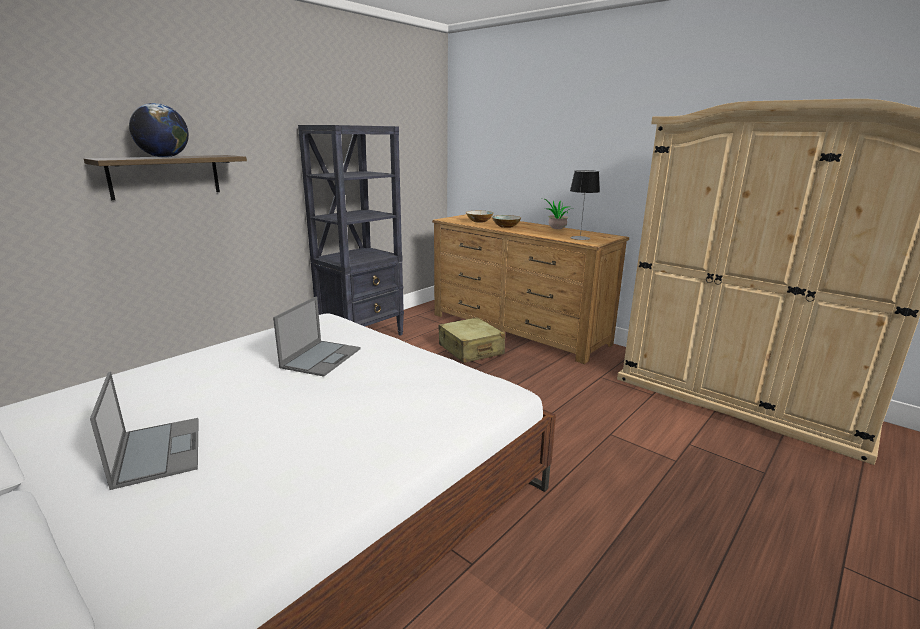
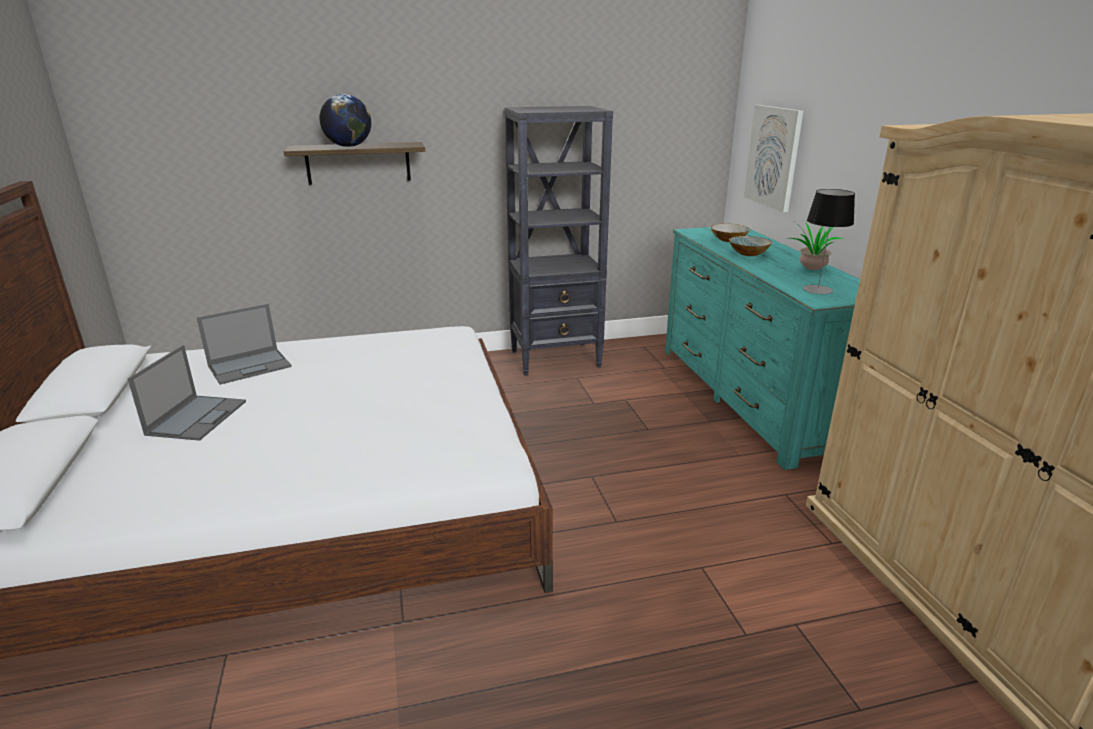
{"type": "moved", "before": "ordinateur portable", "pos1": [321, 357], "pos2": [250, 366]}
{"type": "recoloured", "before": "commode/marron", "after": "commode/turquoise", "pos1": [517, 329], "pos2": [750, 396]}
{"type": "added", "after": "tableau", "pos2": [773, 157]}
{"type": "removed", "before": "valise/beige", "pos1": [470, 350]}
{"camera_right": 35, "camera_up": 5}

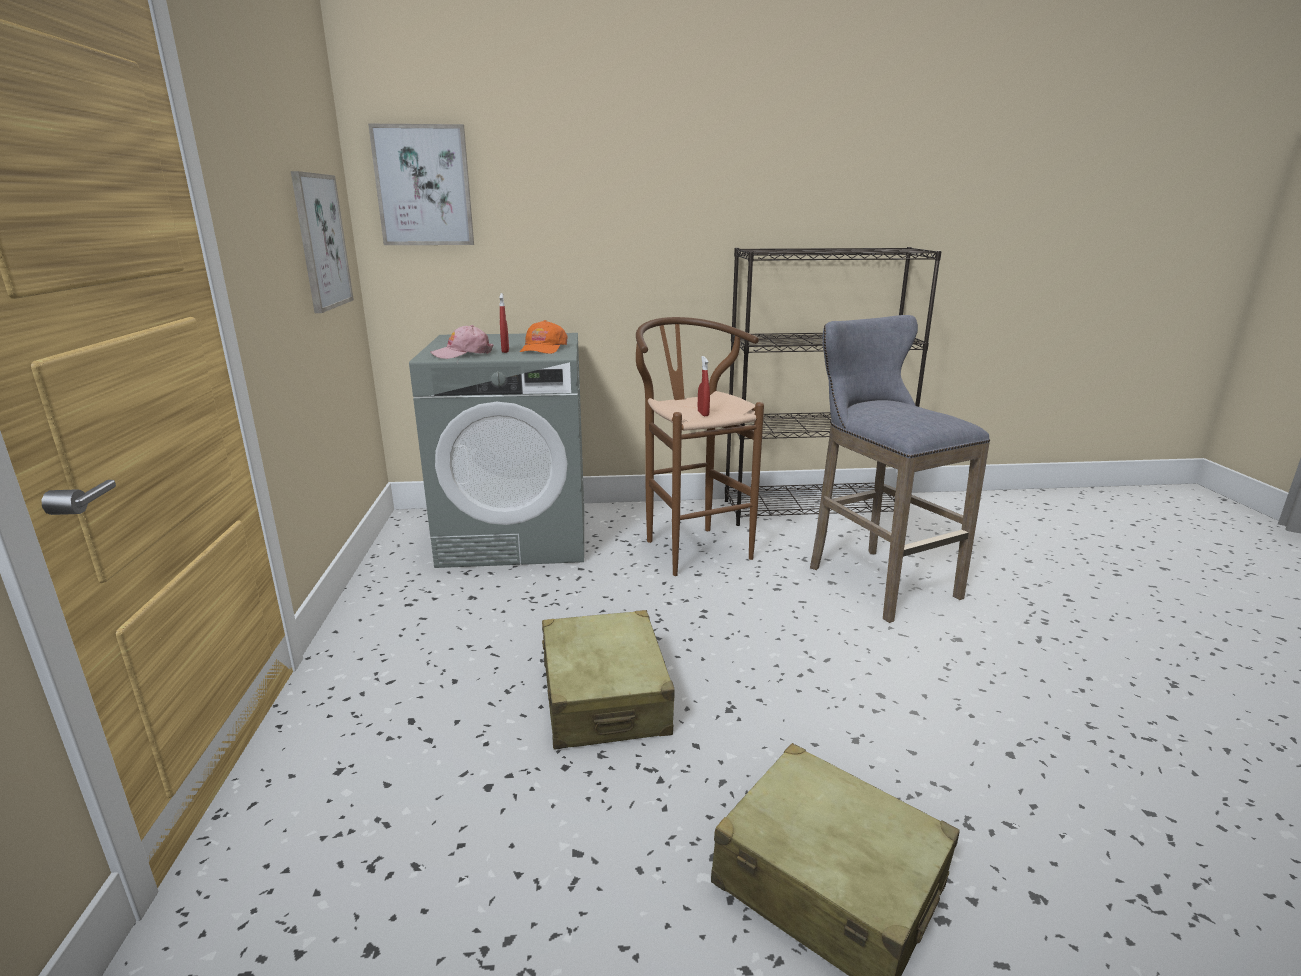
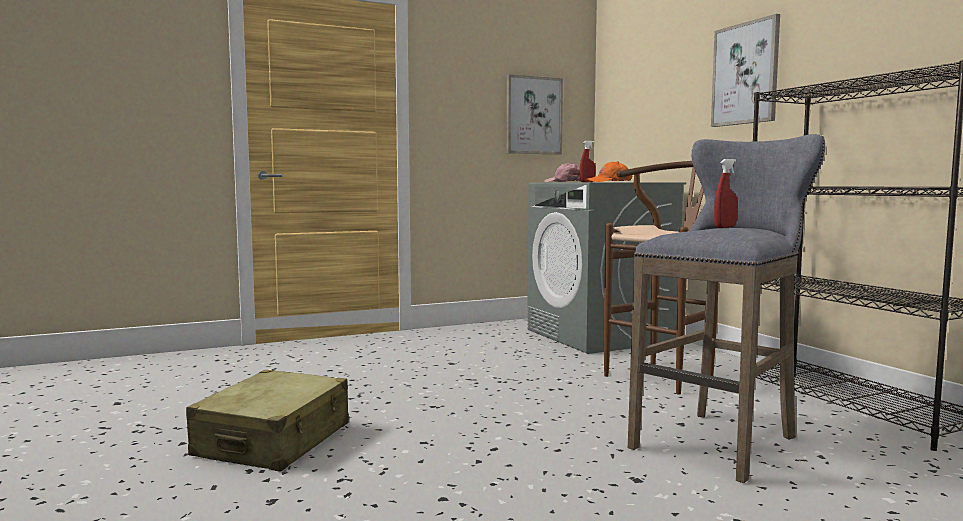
{"type": "moved", "before": "tableau", "pos1": [423, 186], "pos2": [745, 74]}
{"type": "moved", "before": "vaporisateur/rouge", "pos1": [703, 414], "pos2": [725, 227]}
{"type": "removed", "before": "valise/beige", "pos1": [604, 698]}
{"camera_right": 70, "camera_up": -15}

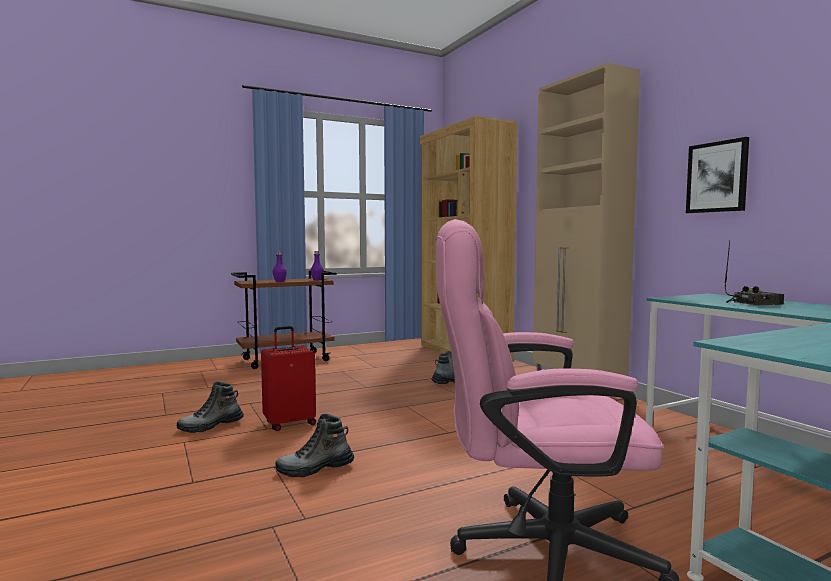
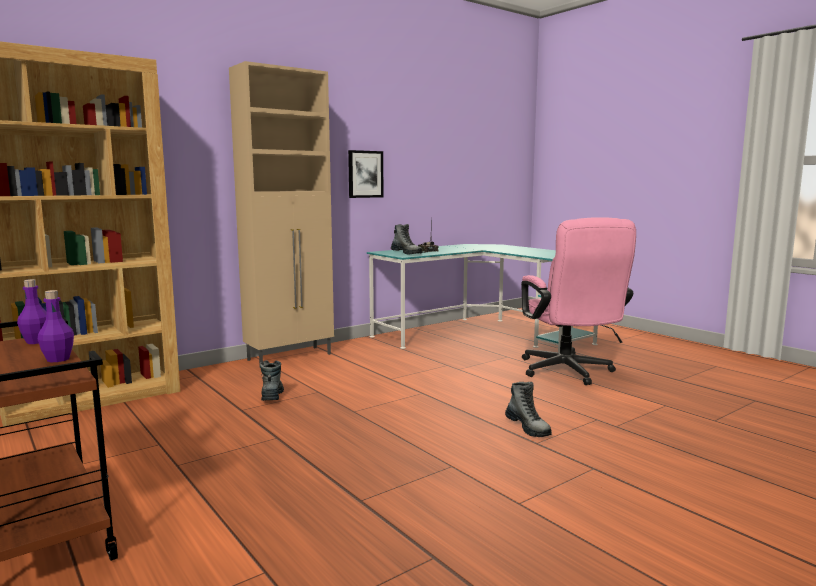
{"type": "moved", "before": "botte", "pos1": [211, 426], "pos2": [406, 253]}
{"type": "removed", "before": "valise/rouge", "pos1": [289, 423]}
{"camera_right": -100, "camera_up": 5}

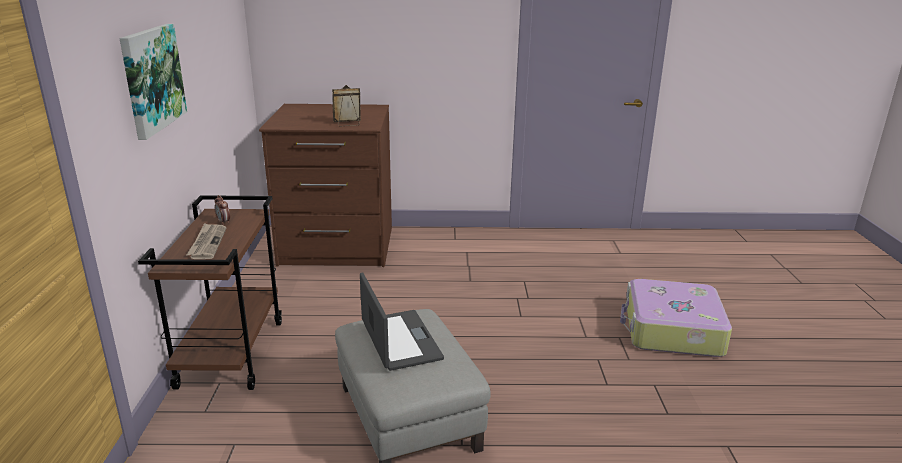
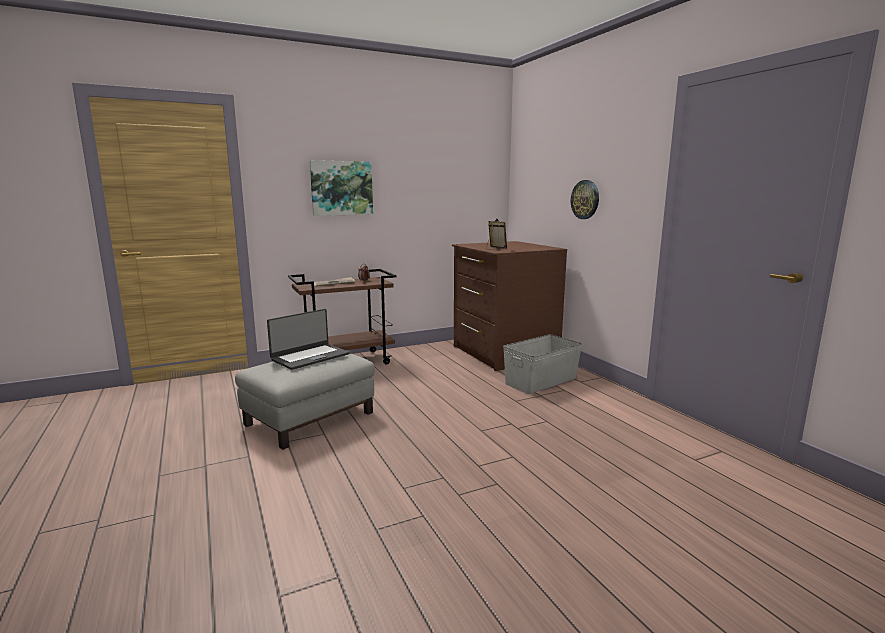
{"type": "added", "after": "boîte de rangement/gris", "pos2": [541, 381]}
{"type": "added", "after": "horloge murale", "pos2": [585, 199]}
{"type": "removed", "before": "valise", "pos1": [671, 330]}
{"camera_right": 65, "camera_up": -10}

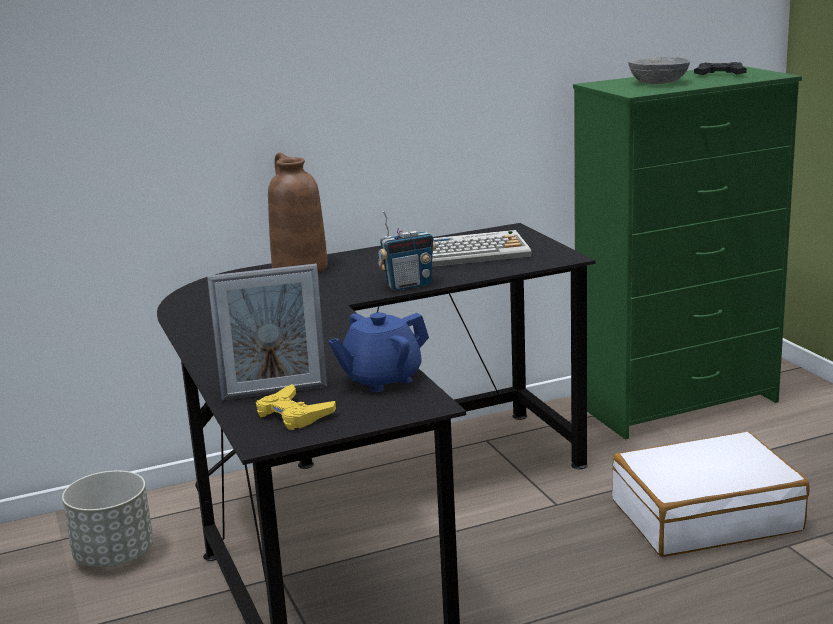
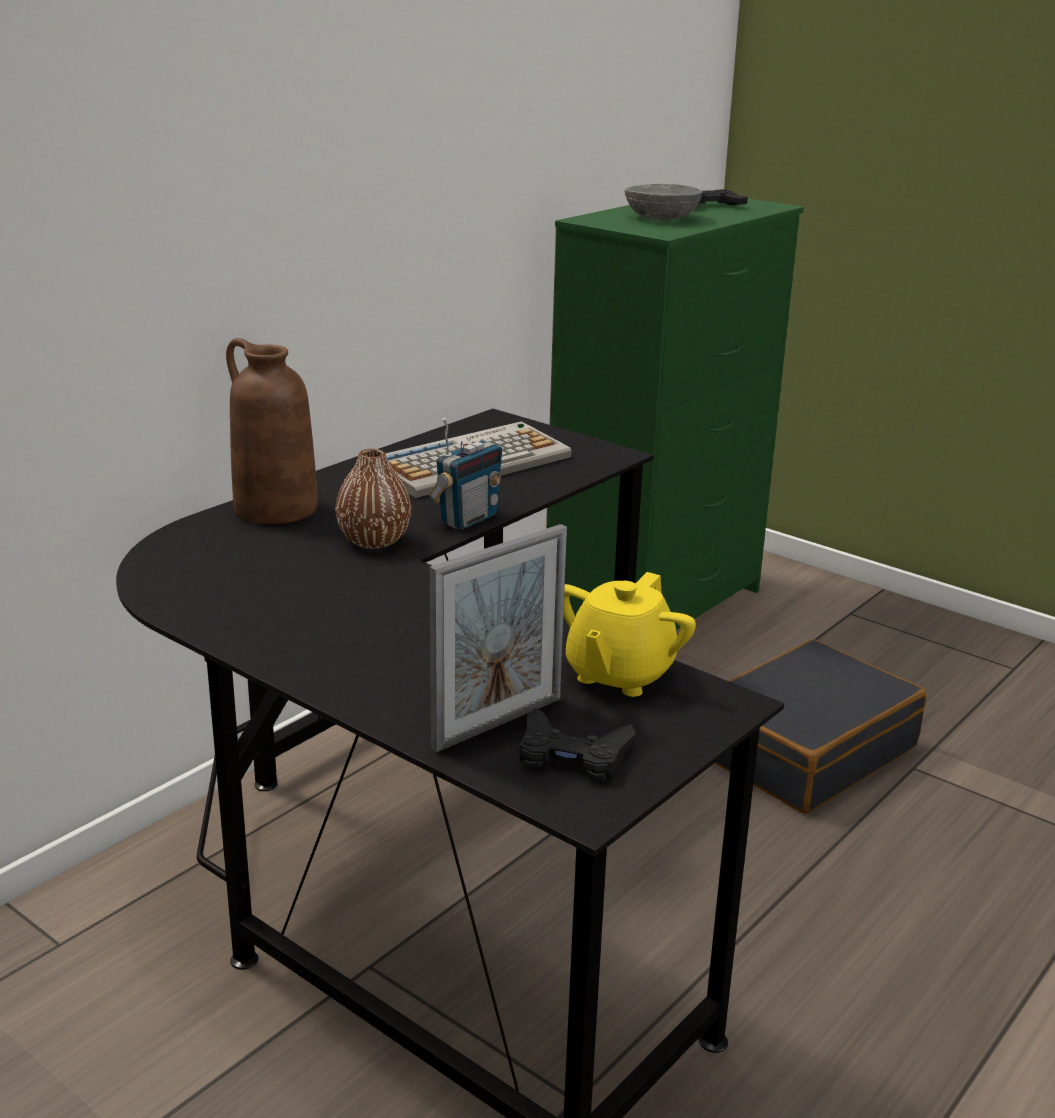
{"type": "added", "after": "vase/marron", "pos2": [374, 540]}
{"type": "recoloured", "before": "manette/jaune", "after": "manette/noir", "pos1": [293, 414], "pos2": [572, 755]}
{"type": "recoloured", "before": "théière/bleu", "after": "théière/jaune", "pos1": [381, 379], "pos2": [619, 674]}
{"type": "recoloured", "before": "valise/blanc", "after": "valise/noir", "pos1": [705, 515], "pos2": [804, 749]}
{"type": "removed", "before": "cache-pot/gris", "pos1": [114, 556]}
{"camera_right": -30, "camera_up": 5}

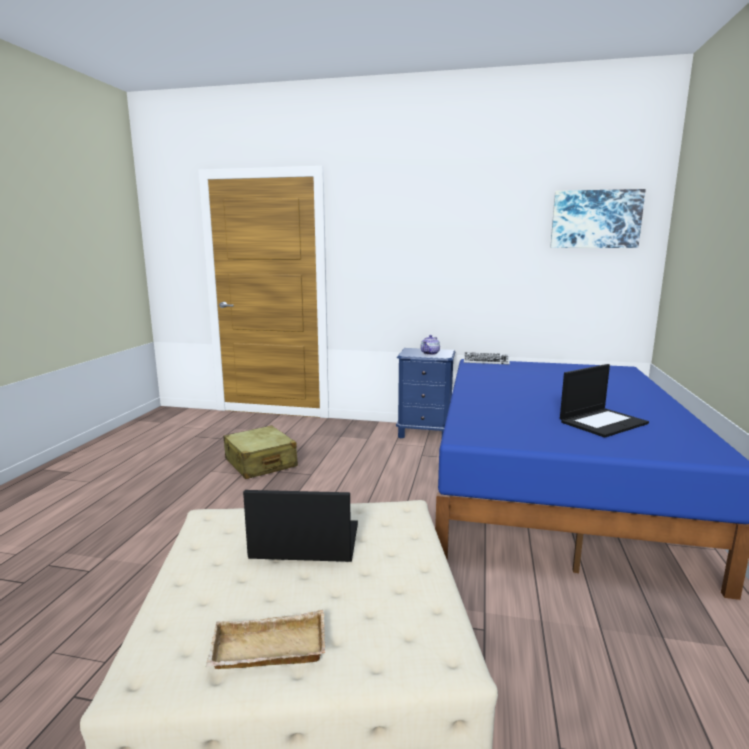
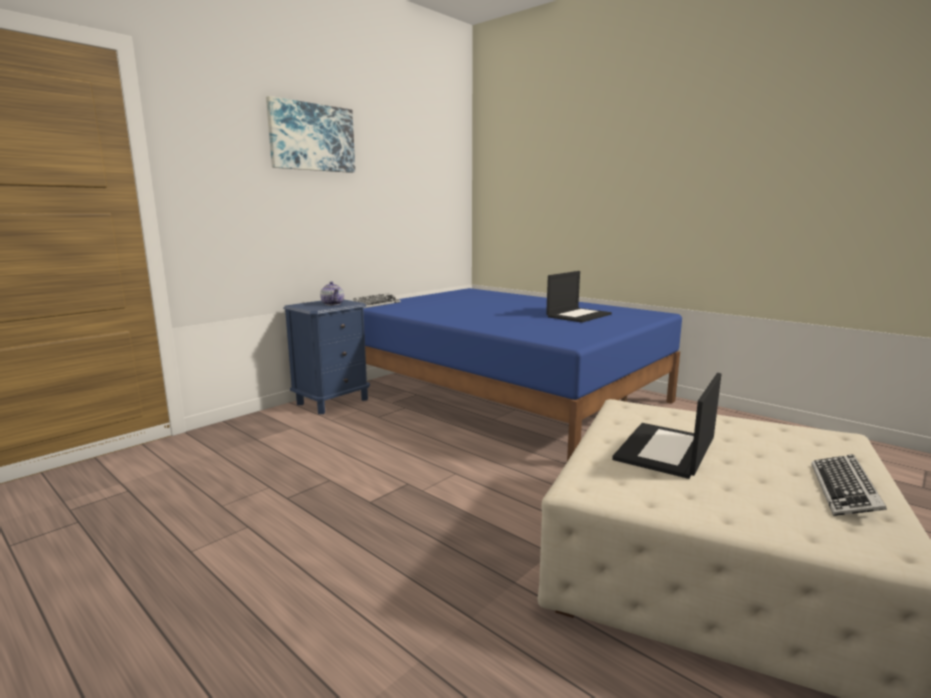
{"type": "moved", "before": "tableau", "pos1": [595, 219], "pos2": [311, 137]}
{"type": "turned", "before": "ordinateur portable", "pos1": [603, 422], "pos2": [578, 315], "turn": 45}
{"type": "replaced", "before": "plateau/beige", "after": "clavier", "pos1": [267, 652], "pos2": [844, 491]}
{"type": "removed", "before": "valise/beige", "pos1": [260, 463]}
{"camera_right": -60, "camera_up": 0}

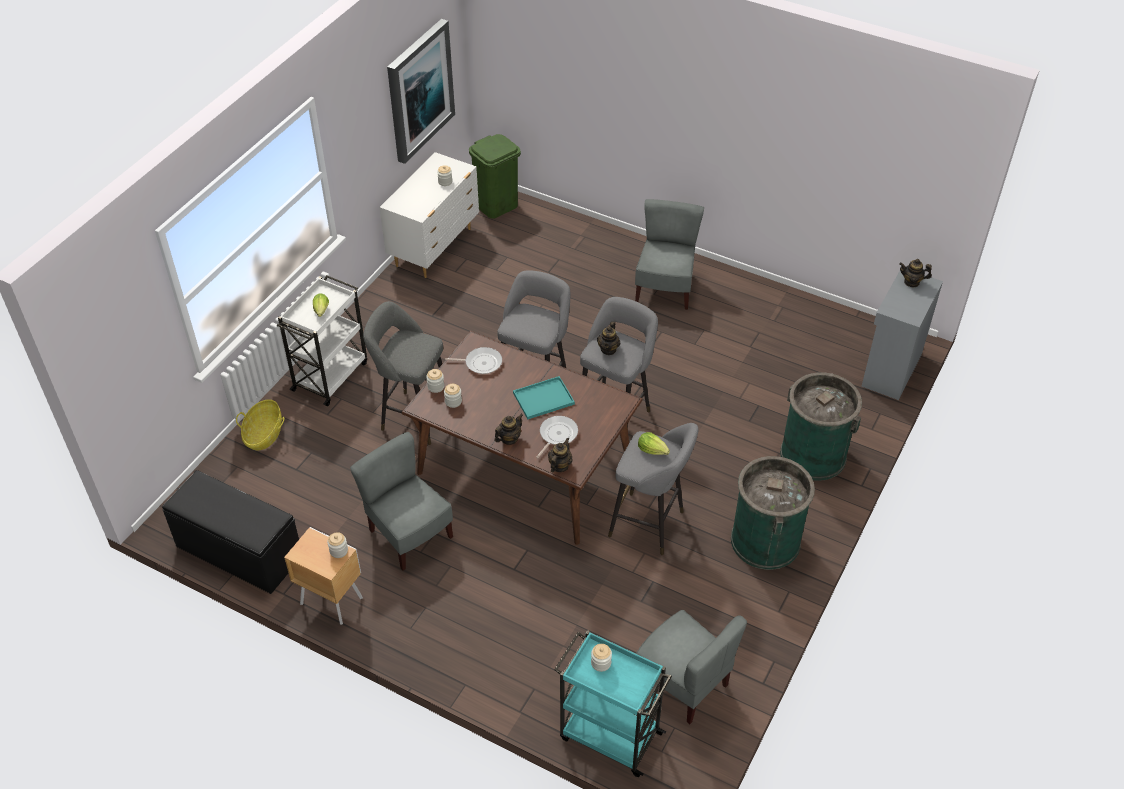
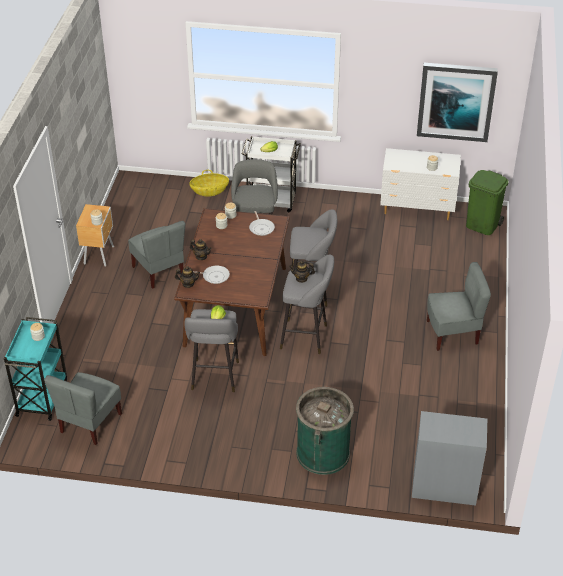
{"type": "turned", "before": "chaise/gris", "pos1": [409, 535], "pos2": [159, 271], "turn": 120}
{"type": "removed", "before": "banc/noir", "pos1": [238, 551]}
{"type": "removed", "before": "plateau/turquoise", "pos1": [542, 399]}
{"type": "removed", "before": "poubelle/vert", "pos1": [765, 541]}
{"type": "removed", "before": "théière", "pos1": [911, 282]}
{"camera_right": 70, "camera_up": -5}

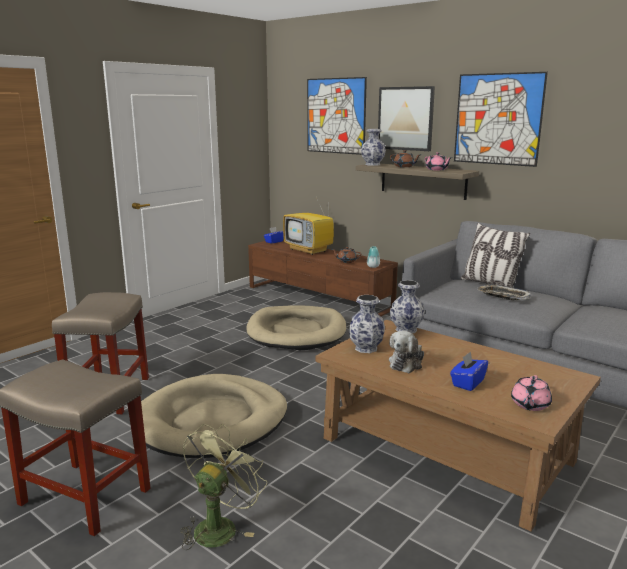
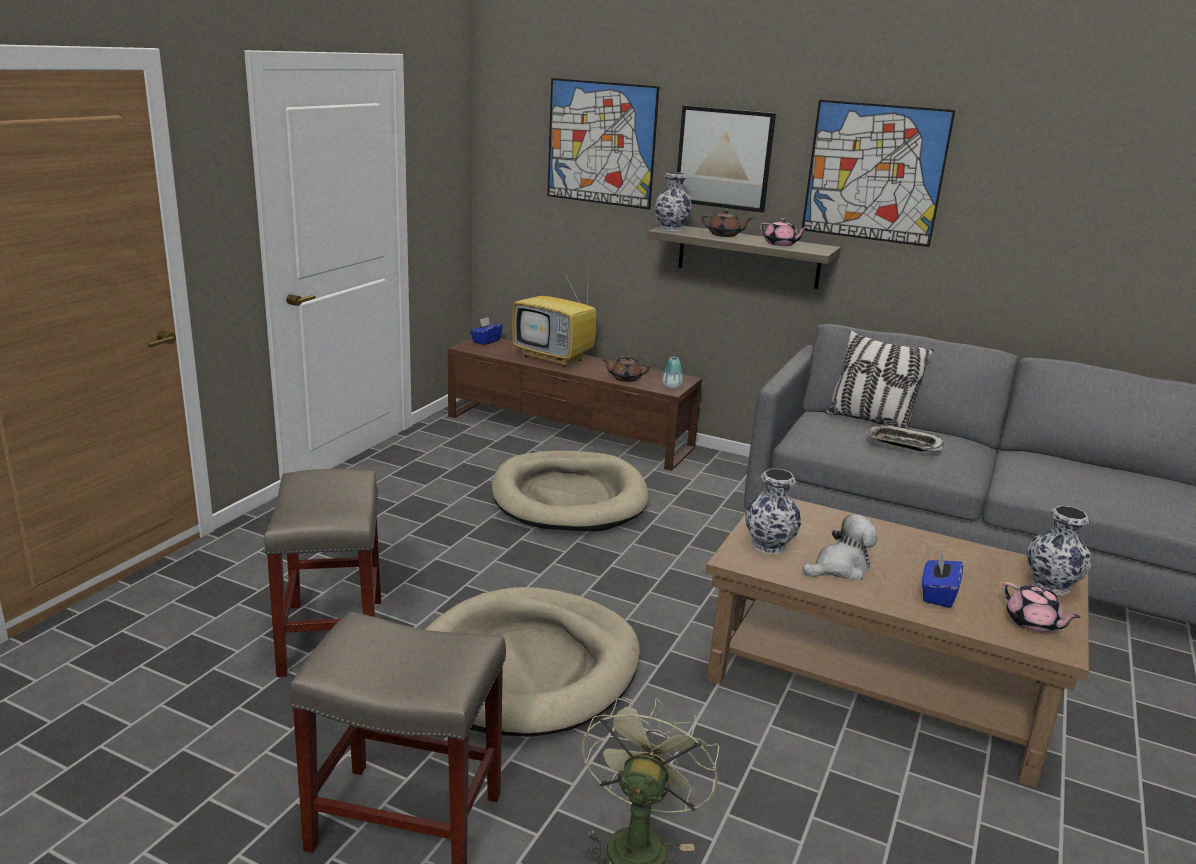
{"type": "turned", "before": "peluche", "pos1": [406, 363], "pos2": [840, 568], "turn": -135}
{"type": "turned", "before": "théière/rose", "pos1": [530, 405], "pos2": [1032, 623], "turn": -45}
{"type": "moved", "before": "vase", "pos1": [405, 330], "pos2": [1050, 586]}
{"camera_right": -15, "camera_up": 5}

